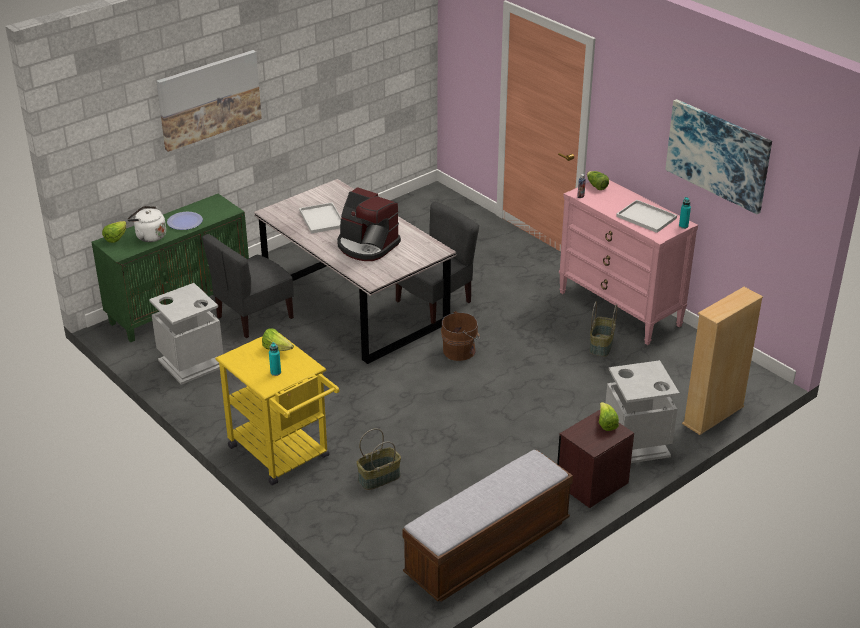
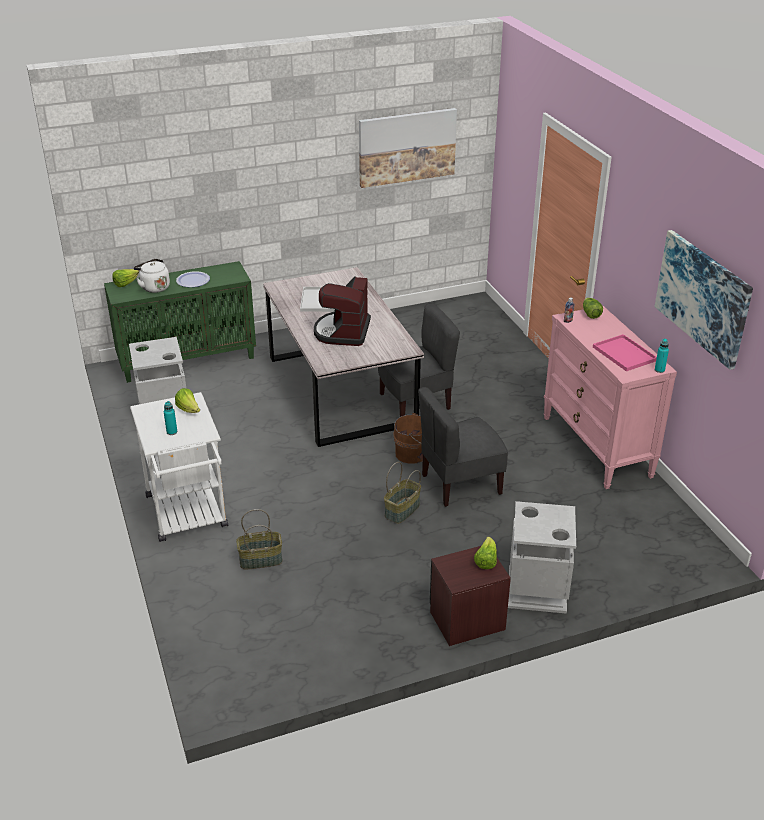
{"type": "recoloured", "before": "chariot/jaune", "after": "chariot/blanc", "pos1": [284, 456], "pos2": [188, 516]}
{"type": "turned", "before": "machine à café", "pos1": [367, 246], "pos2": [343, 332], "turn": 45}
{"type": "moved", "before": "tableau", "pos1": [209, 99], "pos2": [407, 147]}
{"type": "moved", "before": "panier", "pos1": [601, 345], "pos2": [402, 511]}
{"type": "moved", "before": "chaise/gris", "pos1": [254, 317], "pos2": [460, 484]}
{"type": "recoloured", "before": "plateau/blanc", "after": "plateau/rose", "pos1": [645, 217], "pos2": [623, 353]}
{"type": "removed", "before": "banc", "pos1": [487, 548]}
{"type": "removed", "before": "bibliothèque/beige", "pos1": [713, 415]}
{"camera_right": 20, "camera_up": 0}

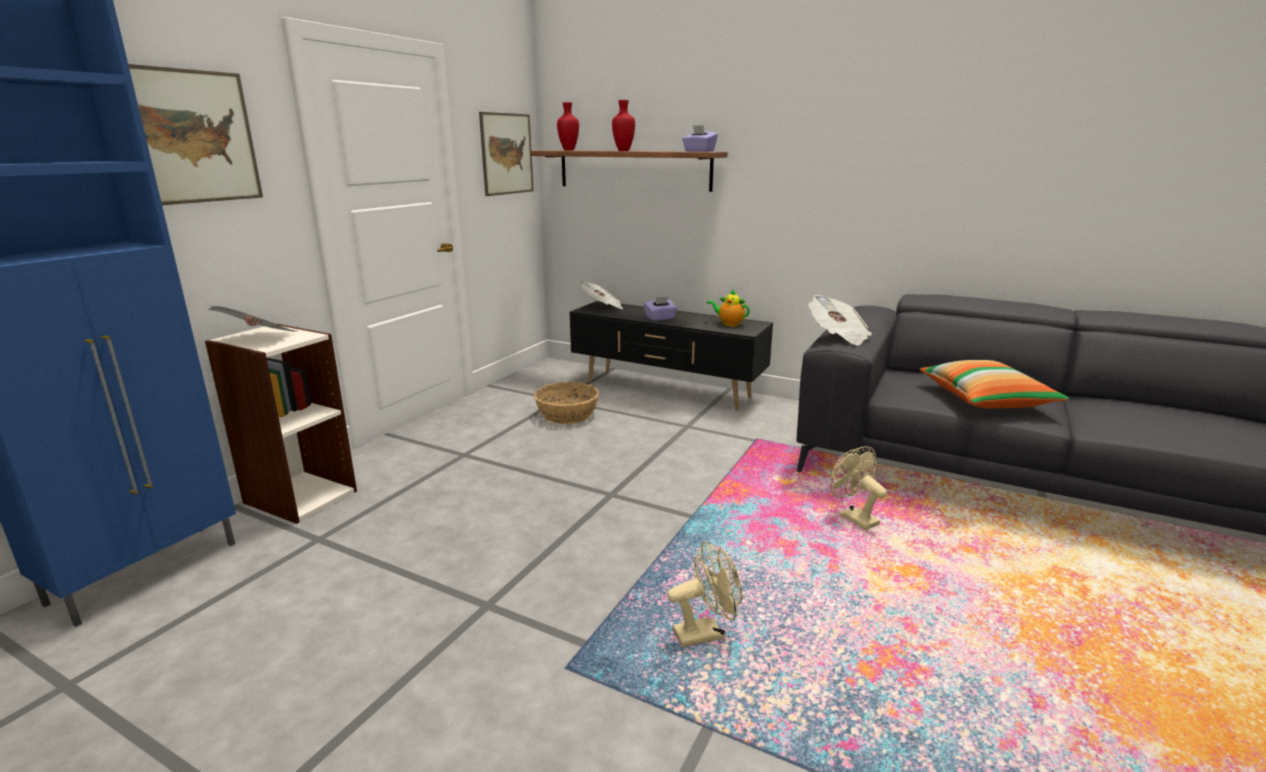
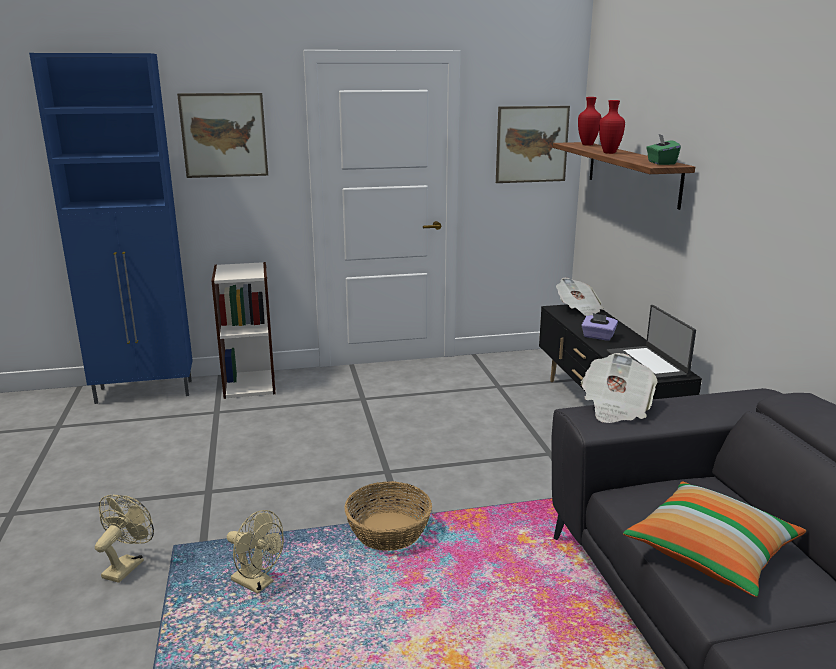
{"type": "moved", "before": "ventilateur/beige", "pos1": [853, 517], "pos2": [127, 565]}
{"type": "moved", "before": "panier", "pos1": [567, 414], "pos2": [389, 531]}
{"type": "replaced", "before": "théière", "after": "ordinateur portable", "pos1": [729, 324], "pos2": [647, 364]}
{"type": "recoloured", "before": "boîte à mouchoirs/violet", "after": "boîte à mouchoirs/vert", "pos1": [699, 151], "pos2": [661, 163]}
{"type": "removed", "before": "journal", "pos1": [259, 339]}
{"camera_right": 50, "camera_up": 0}

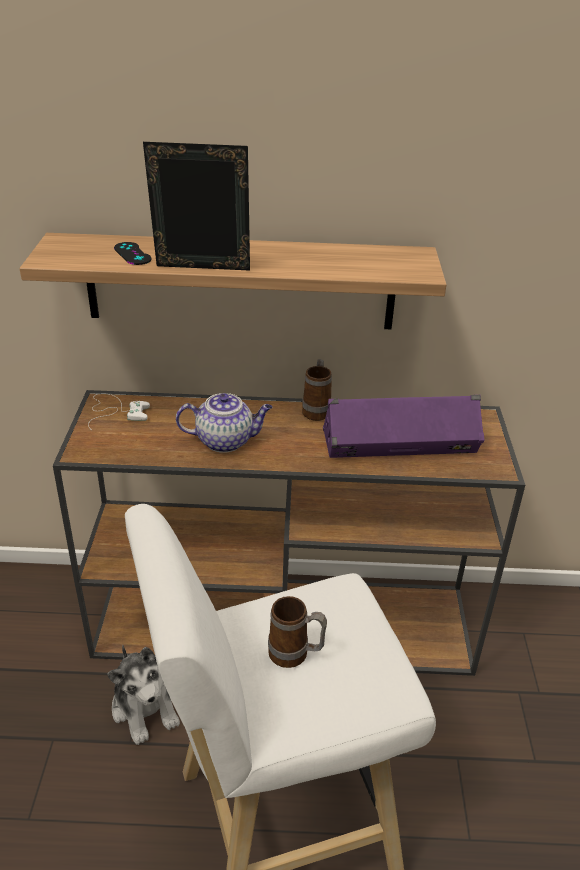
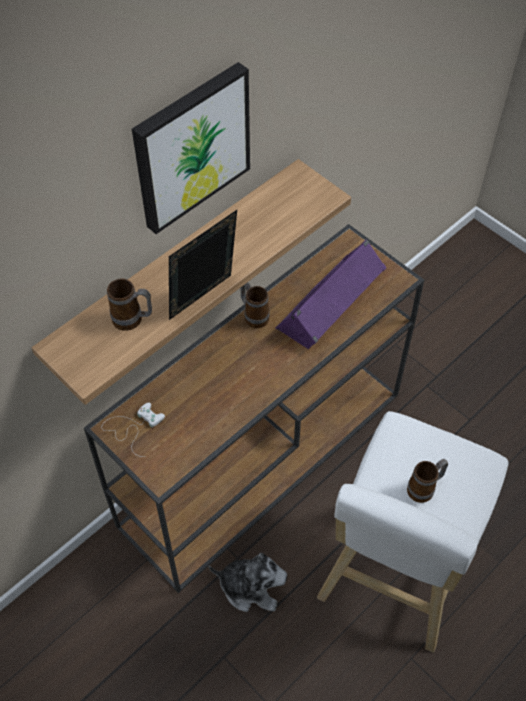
{"type": "replaced", "before": "manette/noir", "after": "mug", "pos1": [132, 254], "pos2": [133, 320]}
{"type": "added", "after": "tableau", "pos2": [191, 147]}
{"type": "removed", "before": "théière", "pos1": [226, 441]}
{"camera_right": -45, "camera_up": 20}

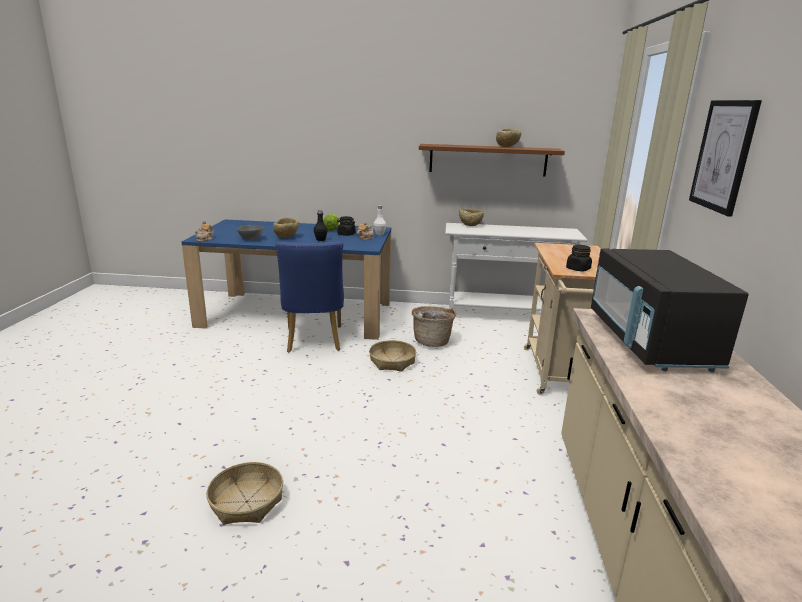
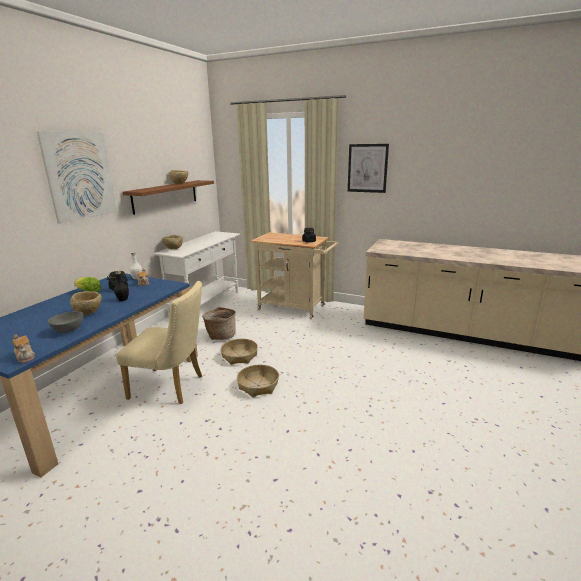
{"type": "added", "after": "tableau", "pos2": [80, 176]}
{"type": "recoloured", "before": "chaise/bleu", "after": "chaise/beige", "pos1": [314, 341], "pos2": [172, 387]}
{"type": "moved", "before": "panier", "pos1": [247, 502], "pos2": [258, 385]}
{"type": "removed", "before": "micro-ondes/noir", "pos1": [649, 342]}
{"camera_right": -70, "camera_up": 0}

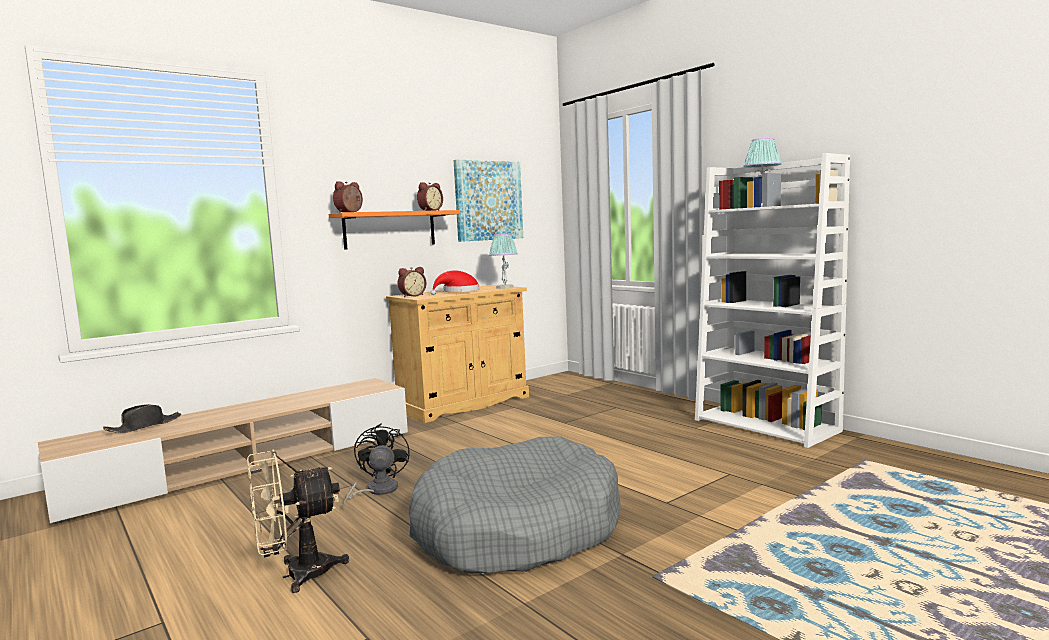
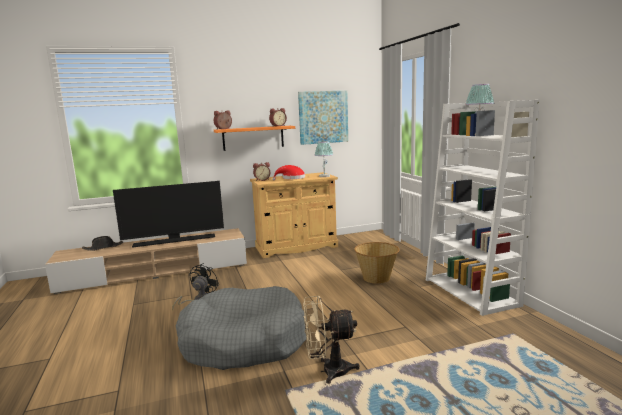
{"type": "added", "after": "téléviseur", "pos2": [175, 240]}
{"type": "moved", "before": "ventilateur/beige", "pos1": [296, 575], "pos2": [328, 371]}
{"type": "added", "after": "panier", "pos2": [376, 278]}
{"camera_right": 20, "camera_up": 5}

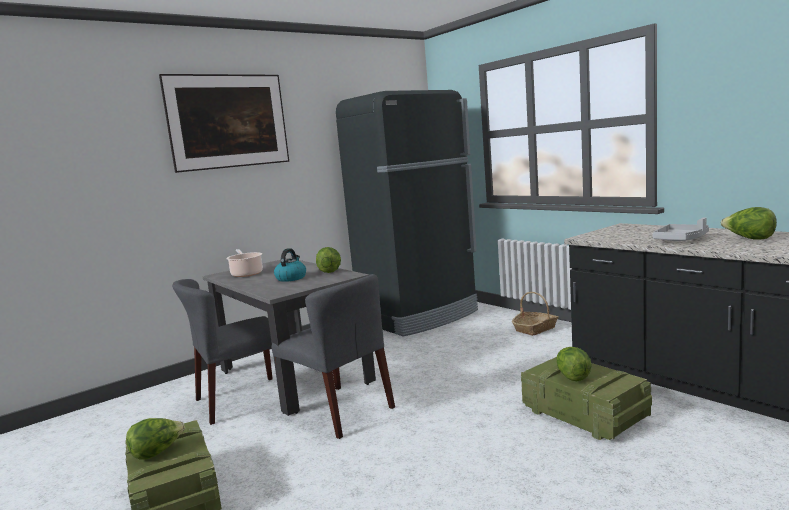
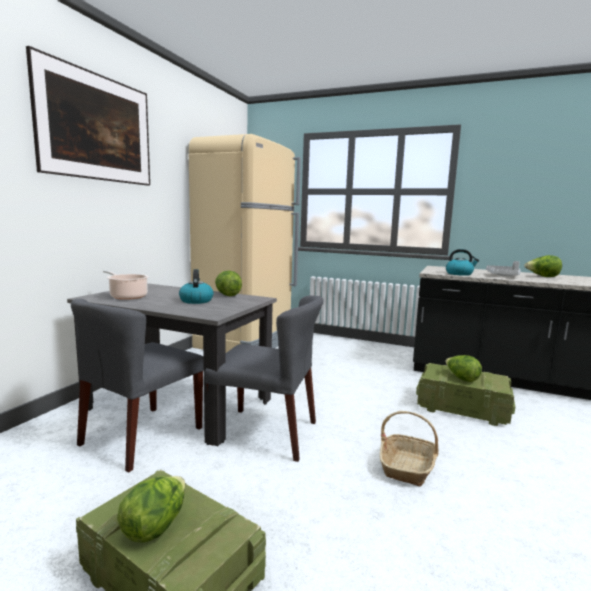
{"type": "recoloured", "before": "réfrigérateur/noir", "after": "réfrigérateur/beige", "pos1": [419, 317], "pos2": [246, 341]}
{"type": "moved", "before": "panier", "pos1": [535, 329], "pos2": [407, 466]}
{"type": "added", "after": "bouilloire", "pos2": [459, 274]}
{"camera_right": -30, "camera_up": 0}

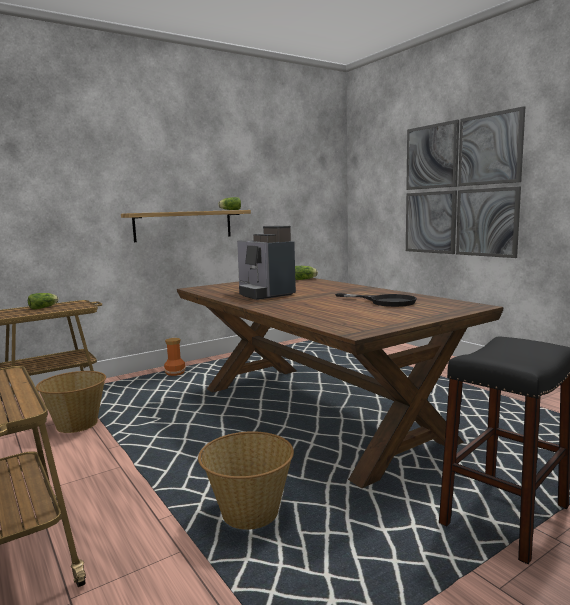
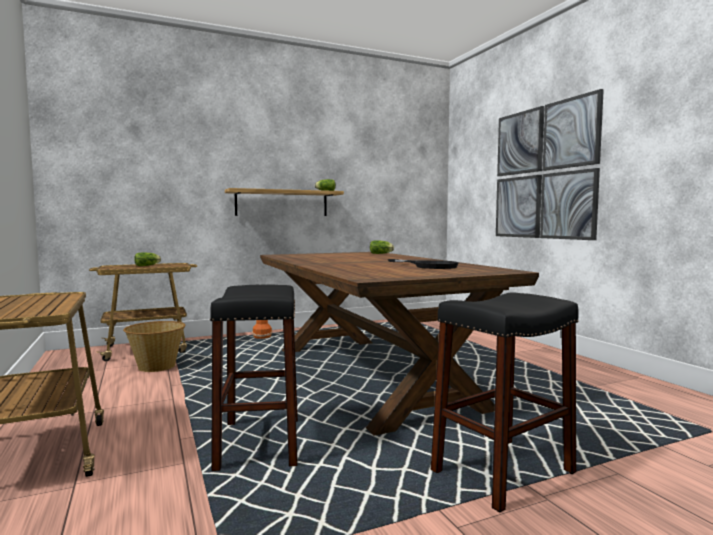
{"type": "replaced", "before": "panier", "after": "tabouret/noir", "pos1": [249, 513], "pos2": [259, 443]}
{"type": "removed", "before": "machine à café", "pos1": [264, 294]}
{"camera_right": 10, "camera_up": -5}

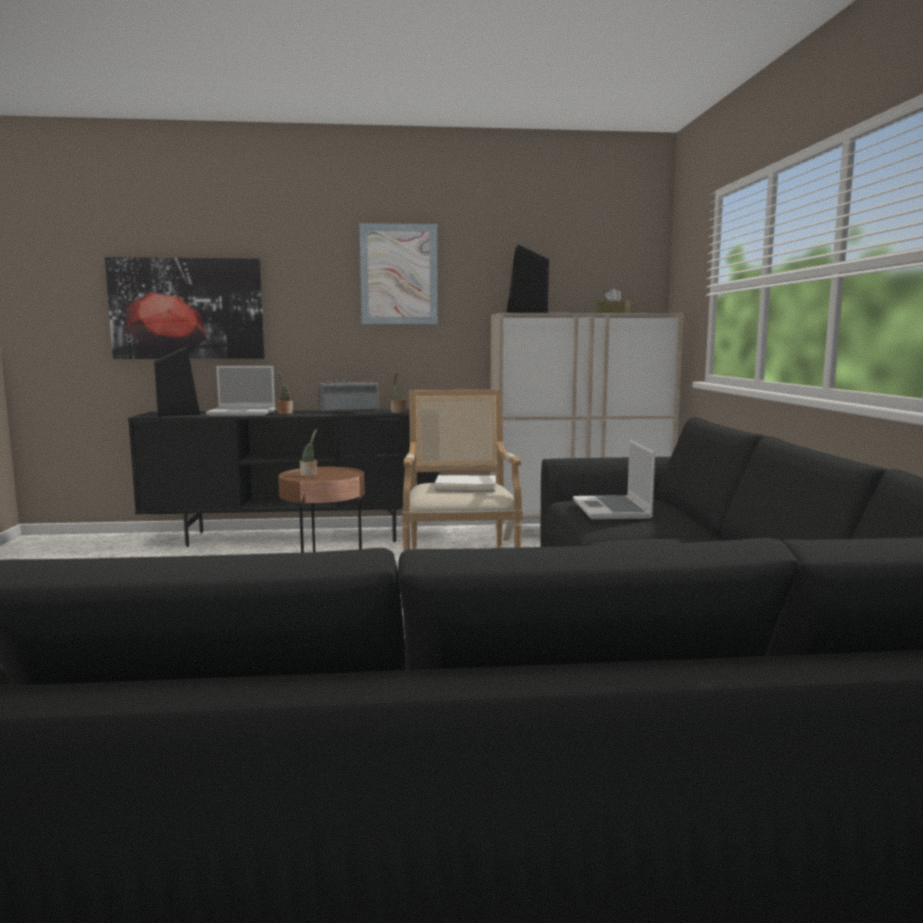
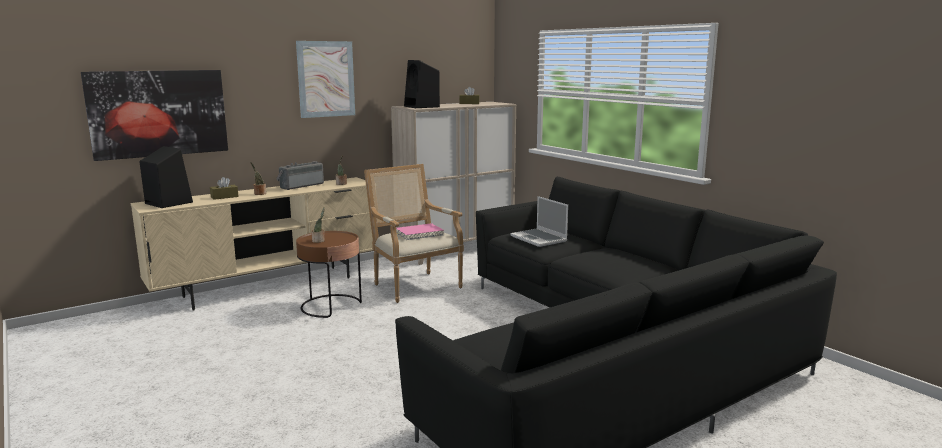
{"type": "recoloured", "before": "meuble télé/noir", "after": "meuble télé/beige", "pos1": [297, 537], "pos2": [270, 287]}
{"type": "replaced", "before": "ordinateur portable", "after": "boîte à mouchoirs/marron", "pos1": [243, 413], "pos2": [224, 197]}
{"type": "recoloured", "before": "livre/blanc", "after": "livre/rose", "pos1": [466, 487], "pos2": [419, 234]}
{"camera_right": -30, "camera_up": 5}

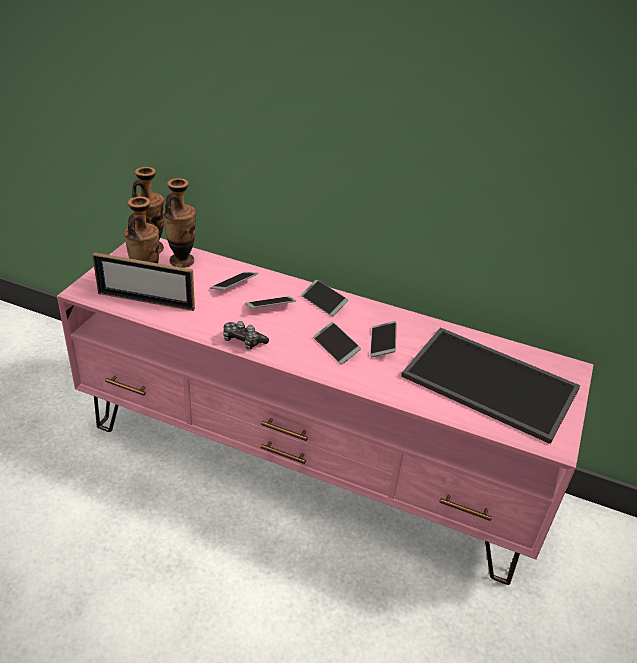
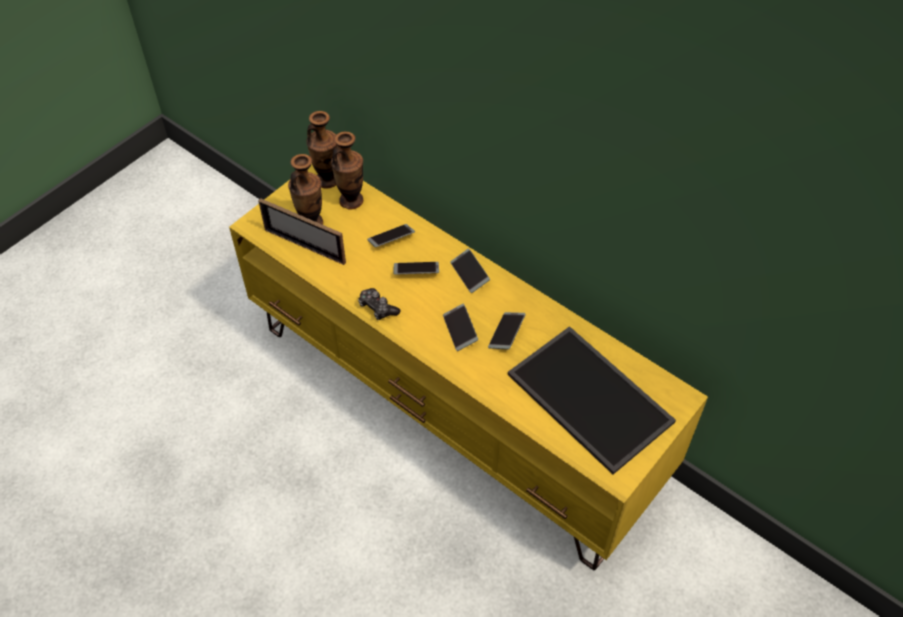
{"type": "recoloured", "before": "meuble télé/rose", "after": "meuble télé/jaune", "pos1": [309, 461], "pos2": [454, 406]}
{"camera_right": 20, "camera_up": 15}

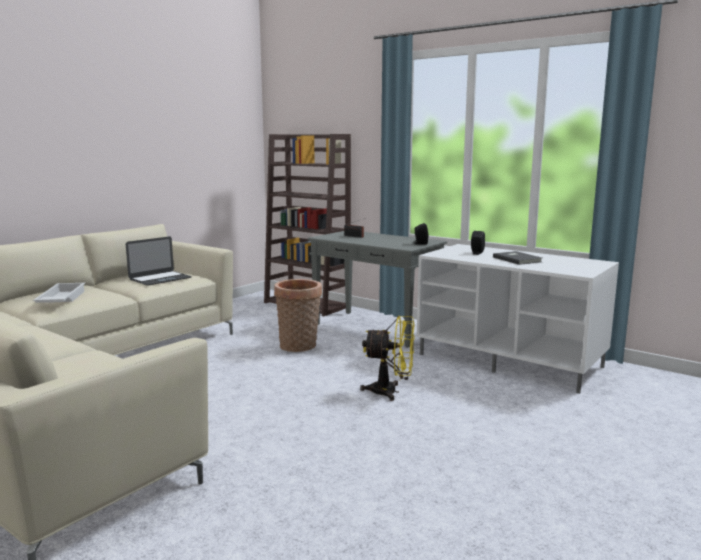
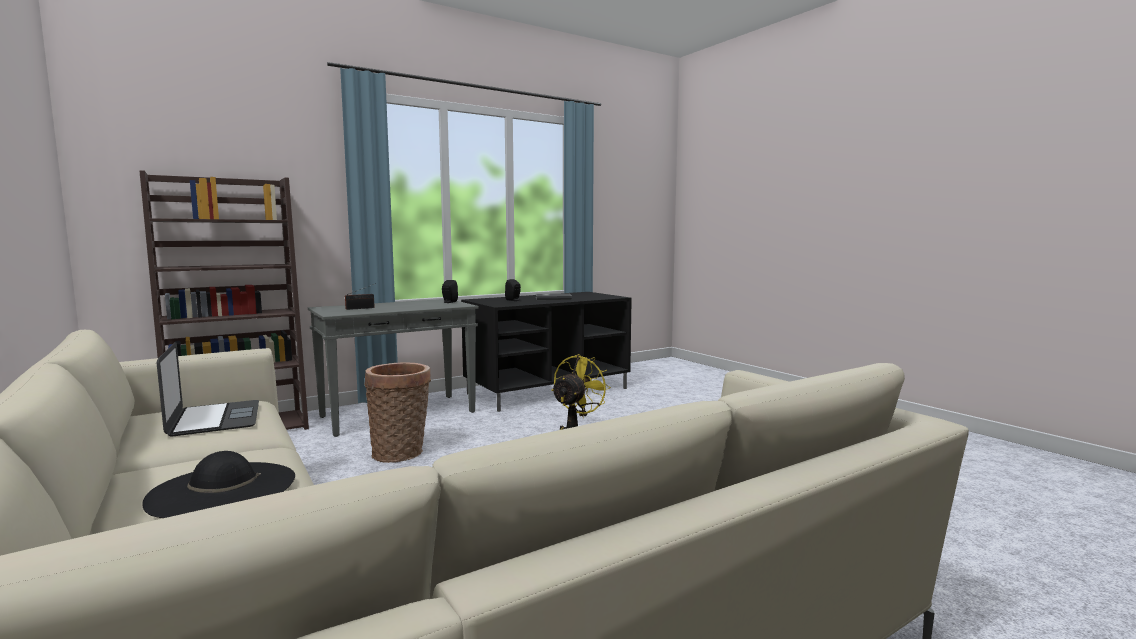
{"type": "replaced", "before": "plateau/blanc", "after": "chapeau/noir", "pos1": [60, 299], "pos2": [223, 489]}
{"type": "recoloured", "before": "meuble télé/blanc", "after": "meuble télé/noir", "pos1": [511, 360], "pos2": [548, 390]}
{"camera_right": -70, "camera_up": -5}

